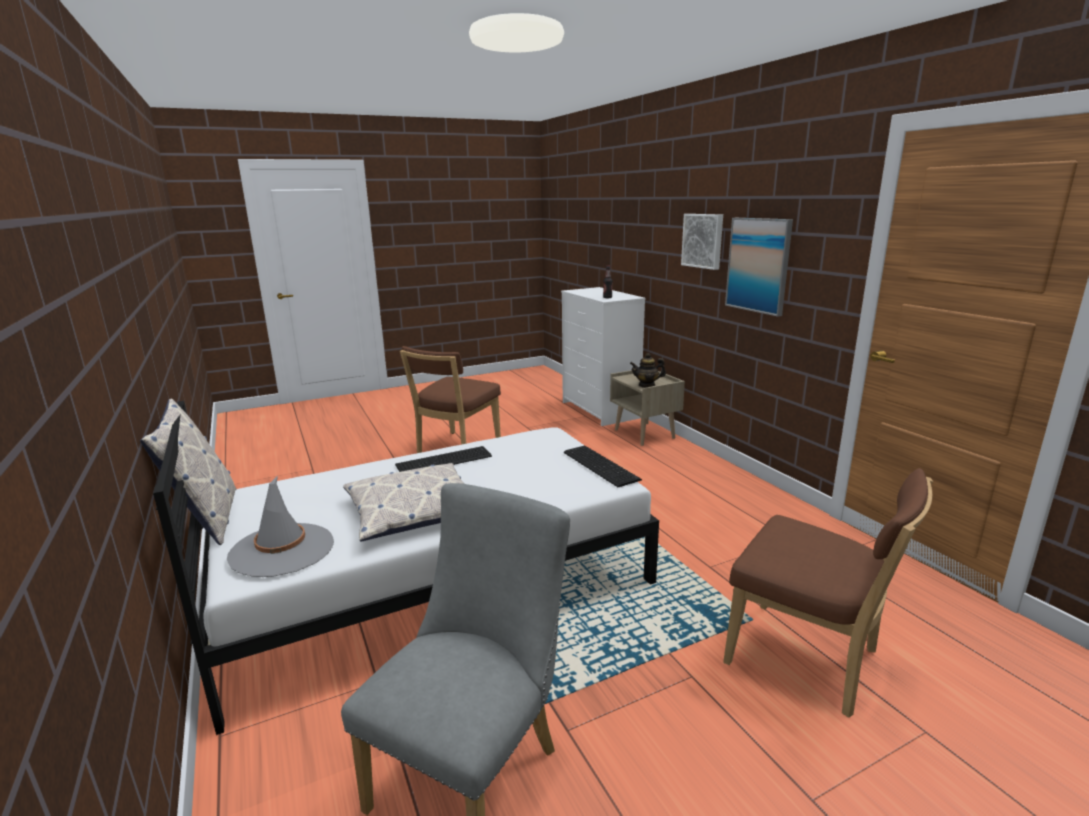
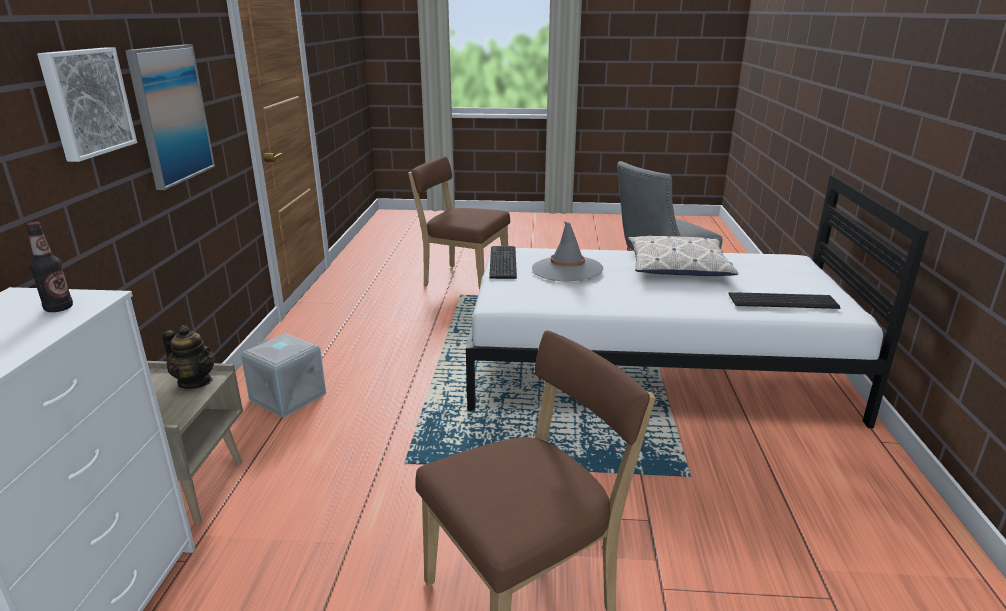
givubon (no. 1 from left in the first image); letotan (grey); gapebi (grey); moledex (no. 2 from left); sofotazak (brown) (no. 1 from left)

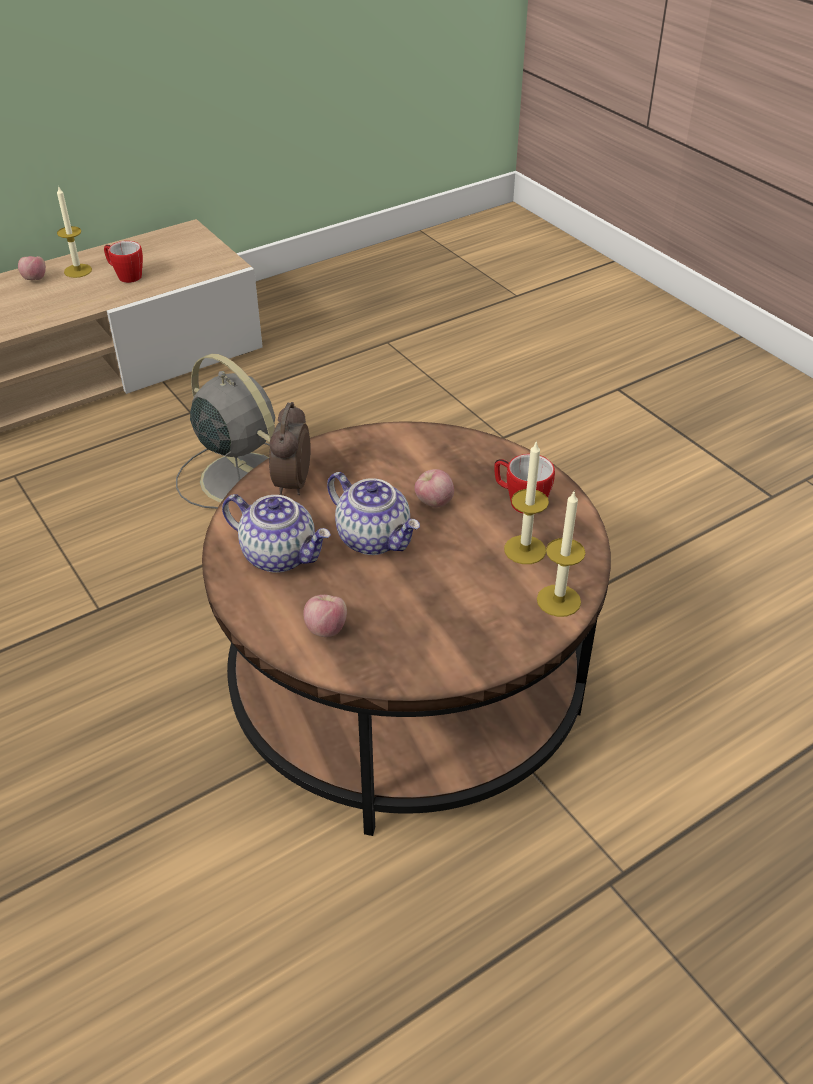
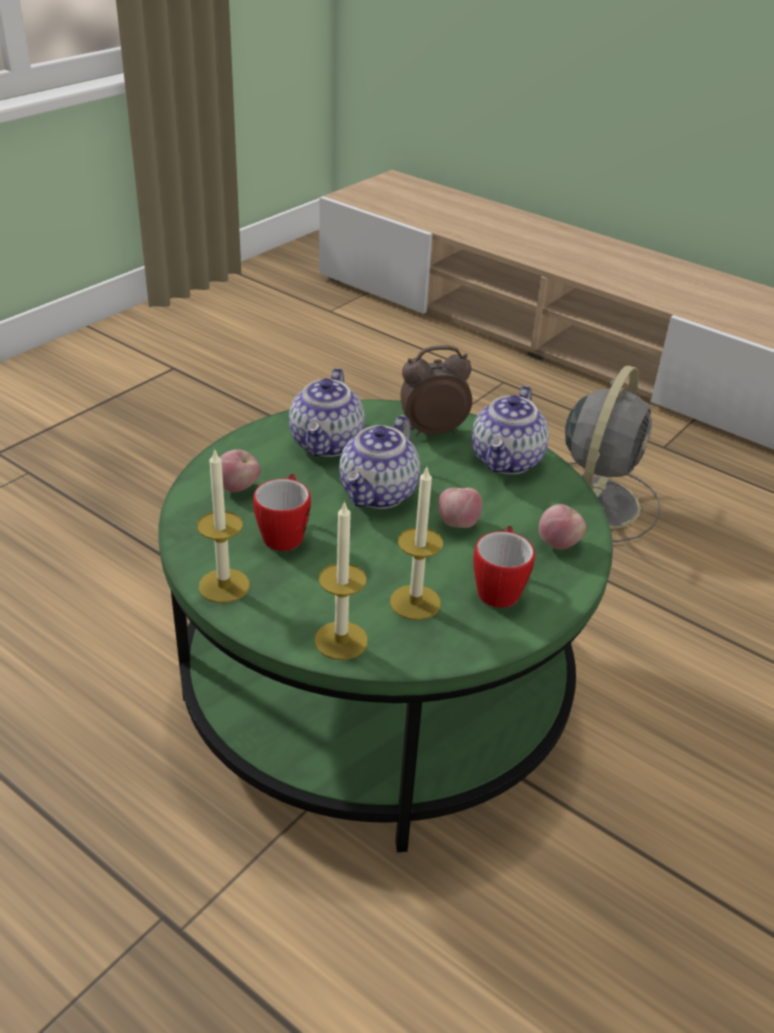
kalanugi (no. 3 from left); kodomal (no. 3 from left); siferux (no. 1 from left); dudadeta (no. 1 from left); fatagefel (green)

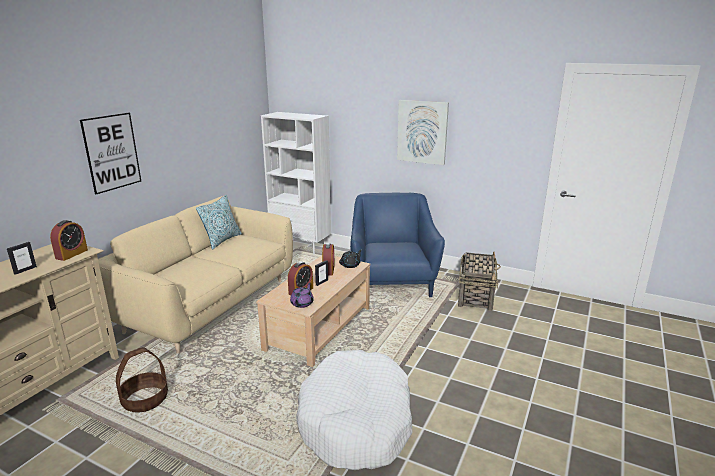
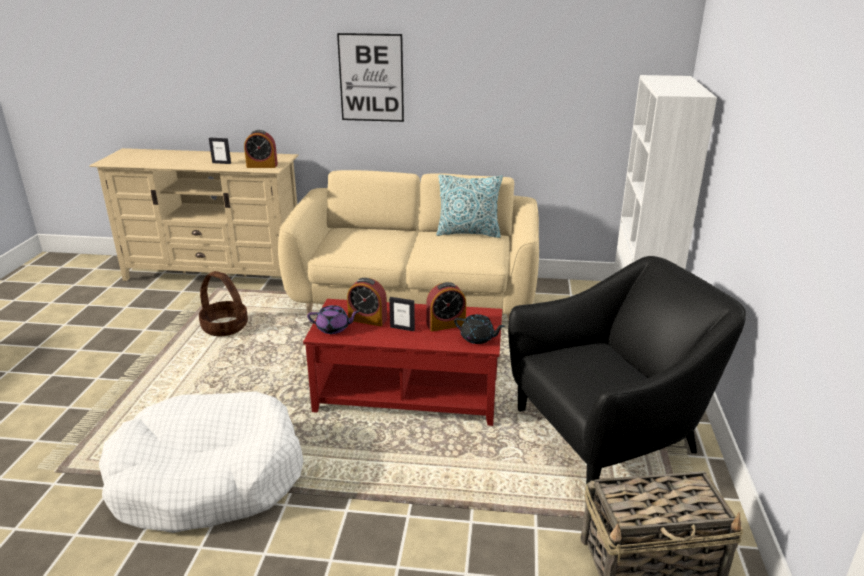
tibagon (no. 2 from left in the first image); fatagefel (red); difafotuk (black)

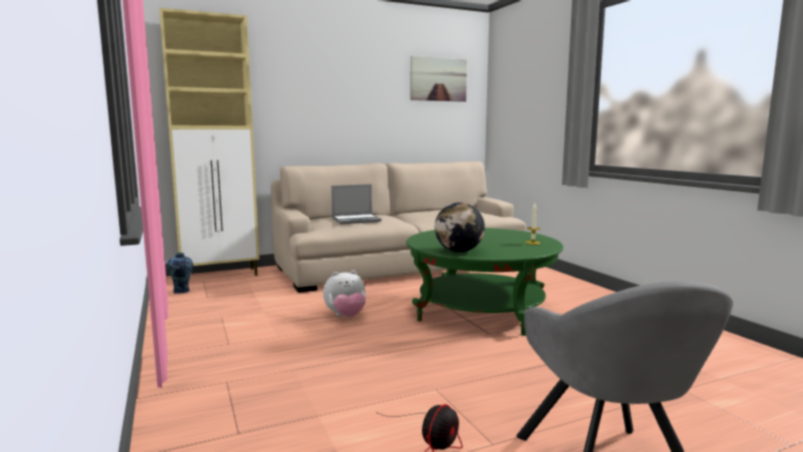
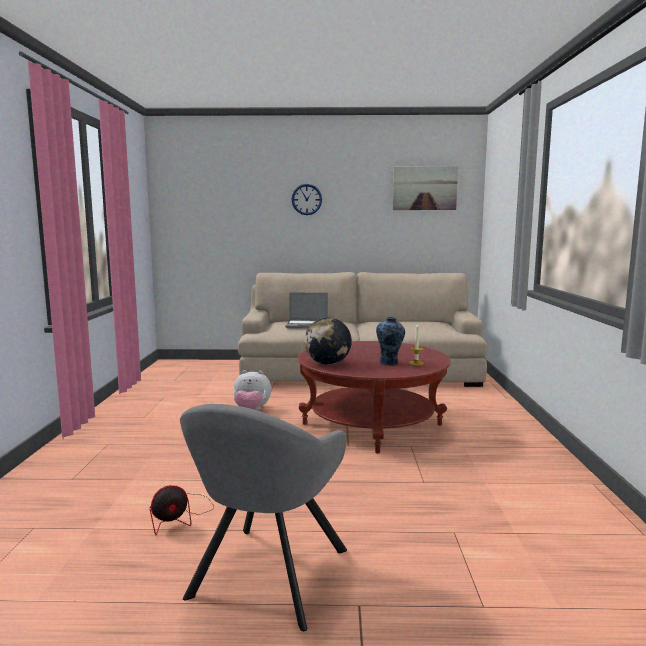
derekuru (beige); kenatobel; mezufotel; fatagefel (red)

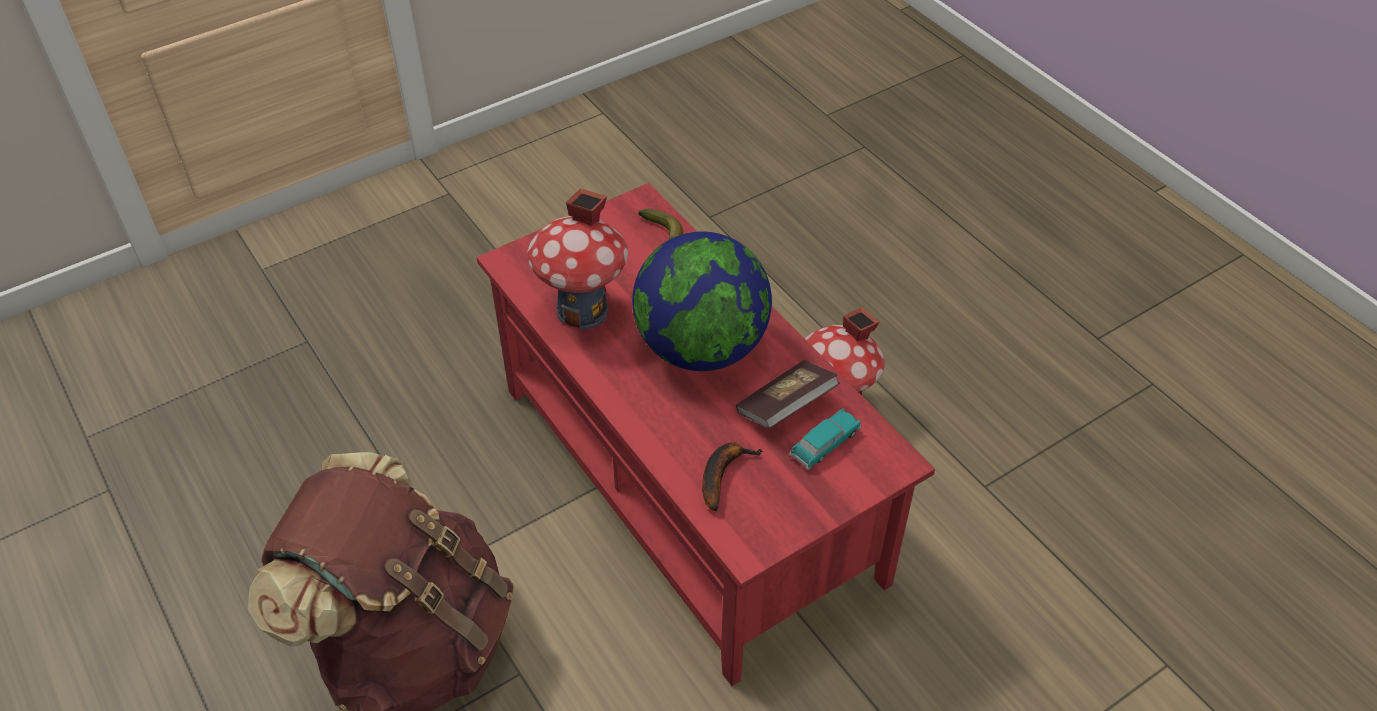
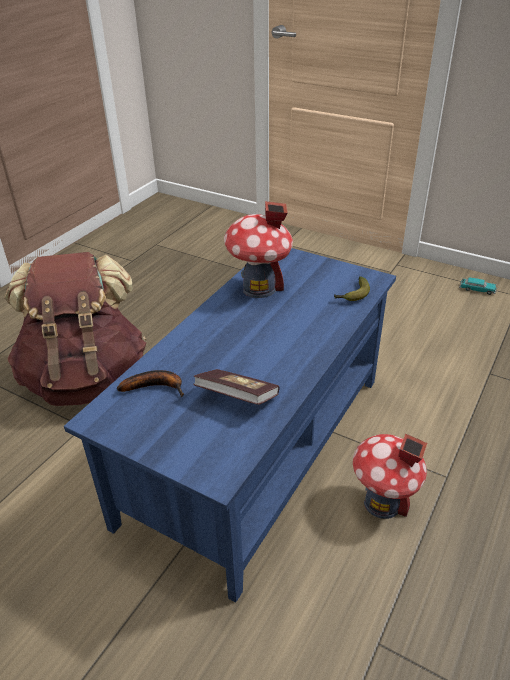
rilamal; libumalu; fatagefel (blue)

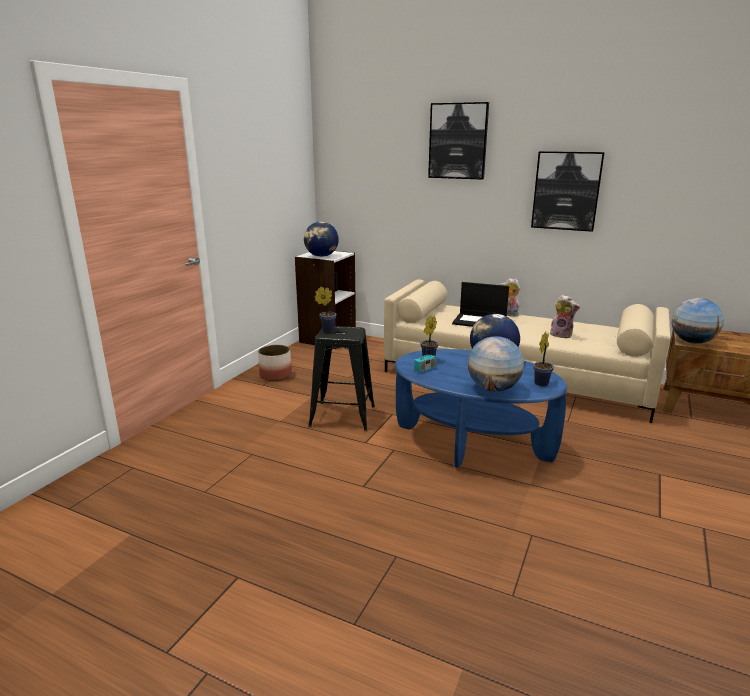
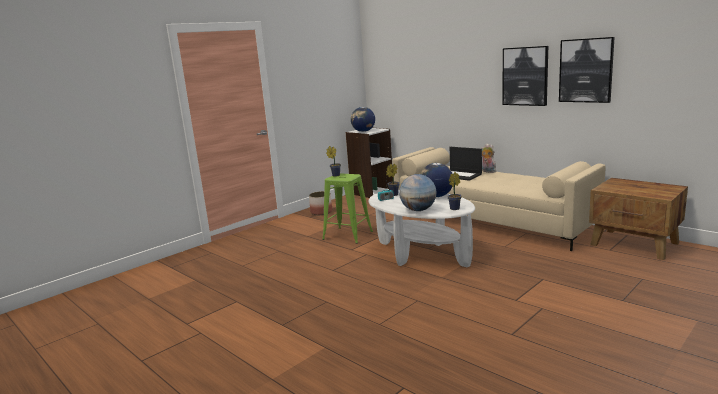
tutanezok (no. 2 from left in the first image); rilamal (no. 4 from left in the first image); tibagon (no. 2 from left); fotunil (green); fatagefel (white)

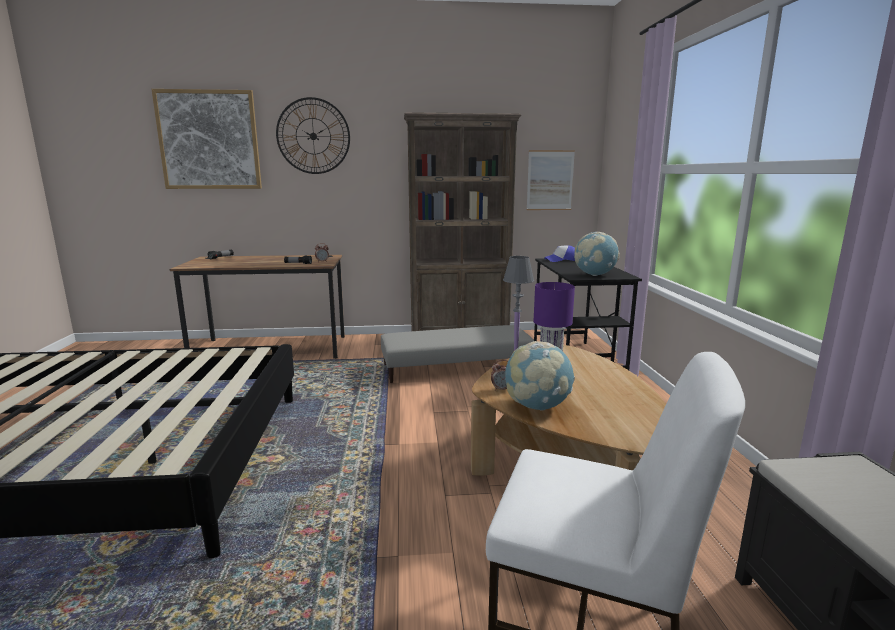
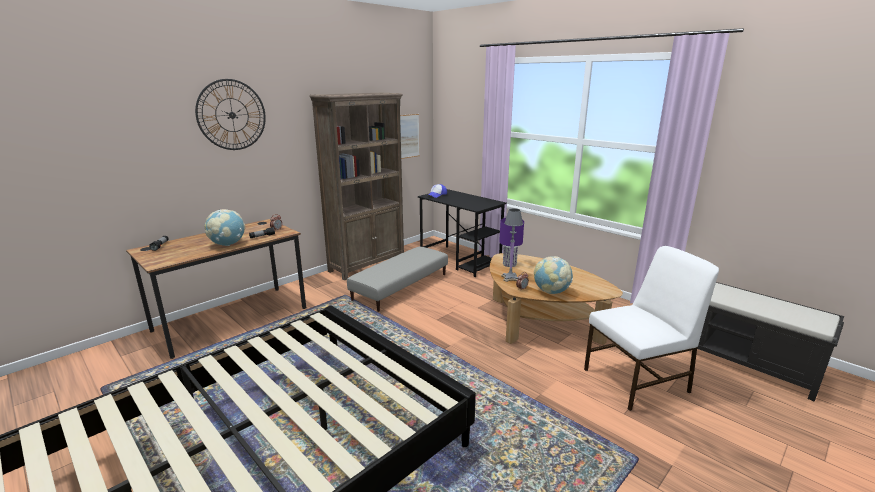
tibagon (no. 1 from left in the first image); rilamal (no. 1 from left)

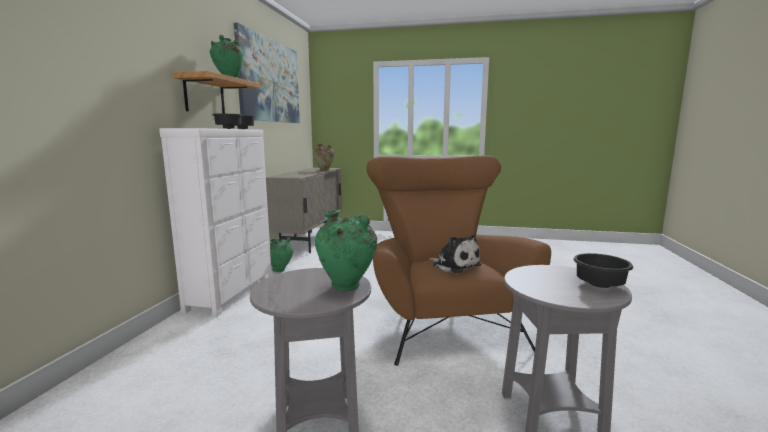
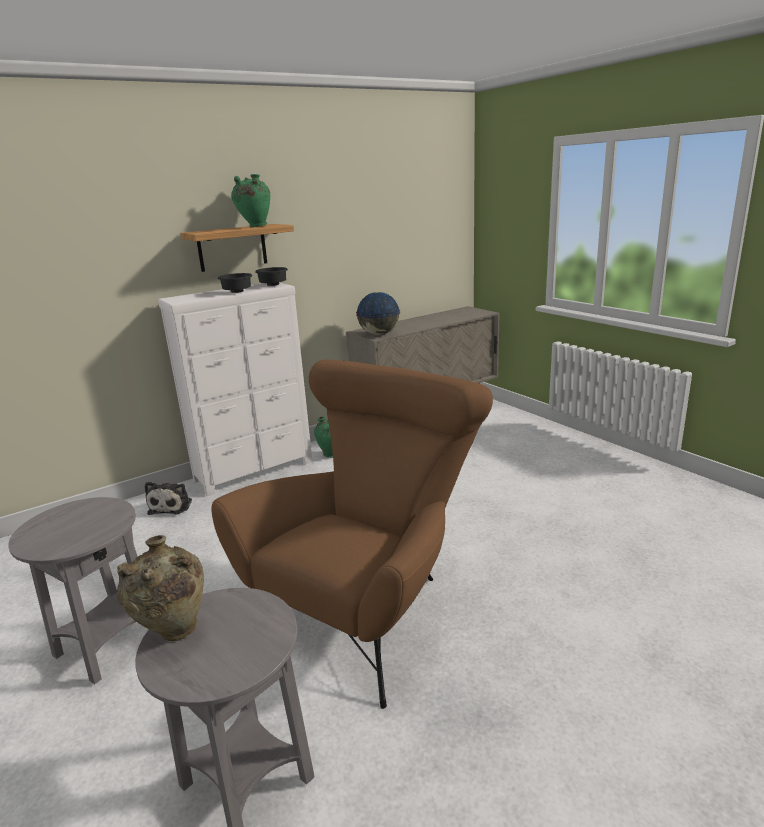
tibagon; mezufotel (green) (no. 3 from left in the first image); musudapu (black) (no. 3 from left in the first image); rilamal; mezufotel (beige); tutanezok

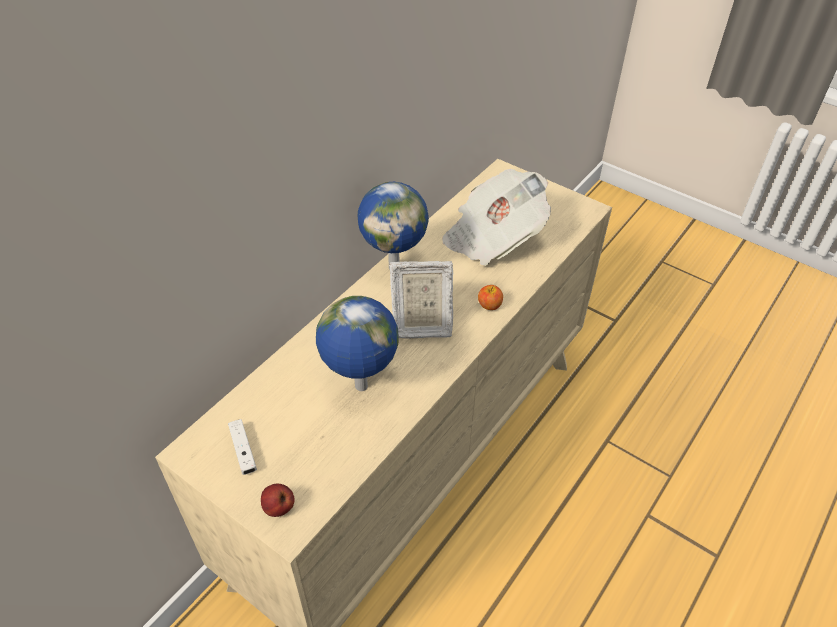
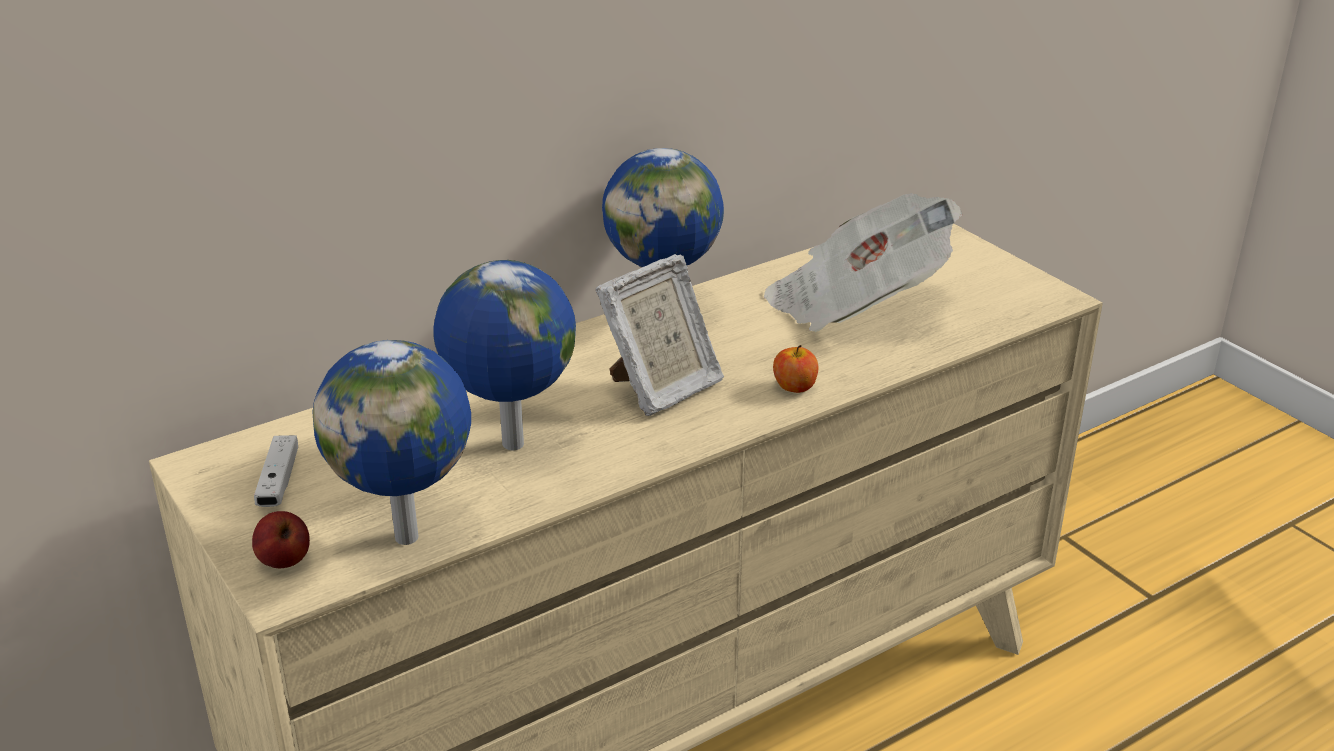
rilamal (no. 1 from left); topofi

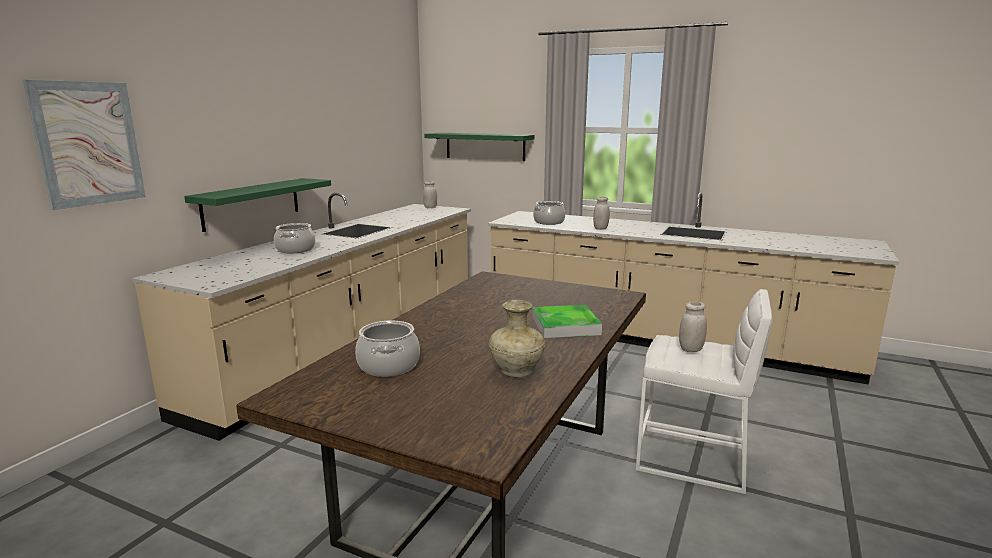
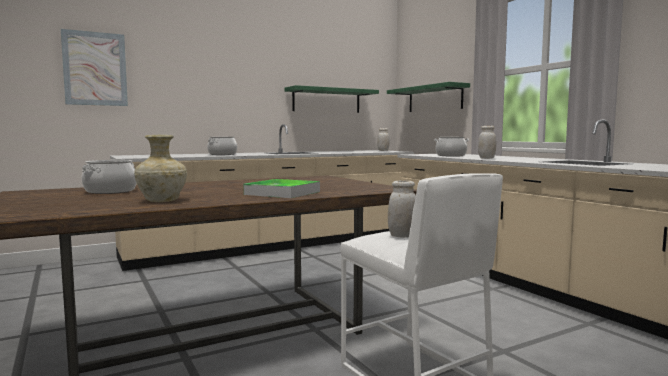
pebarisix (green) (no. 1 from left)

